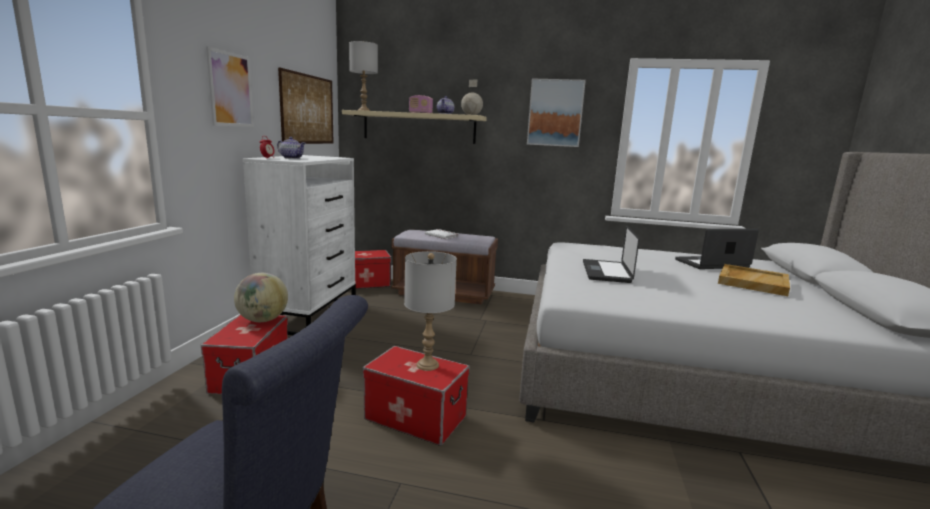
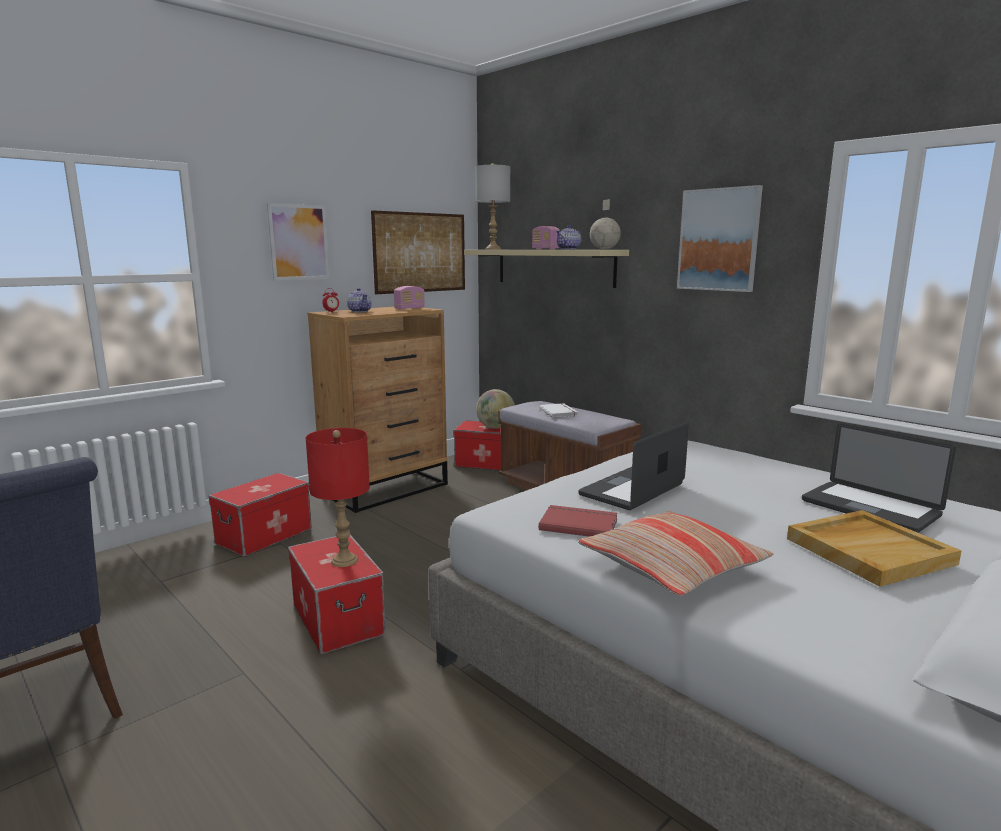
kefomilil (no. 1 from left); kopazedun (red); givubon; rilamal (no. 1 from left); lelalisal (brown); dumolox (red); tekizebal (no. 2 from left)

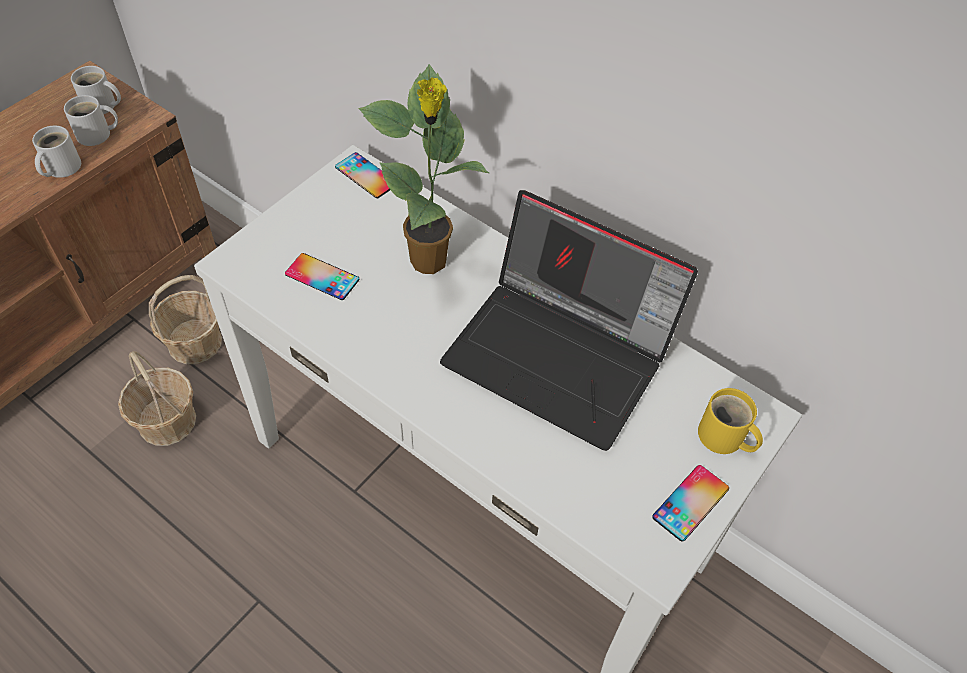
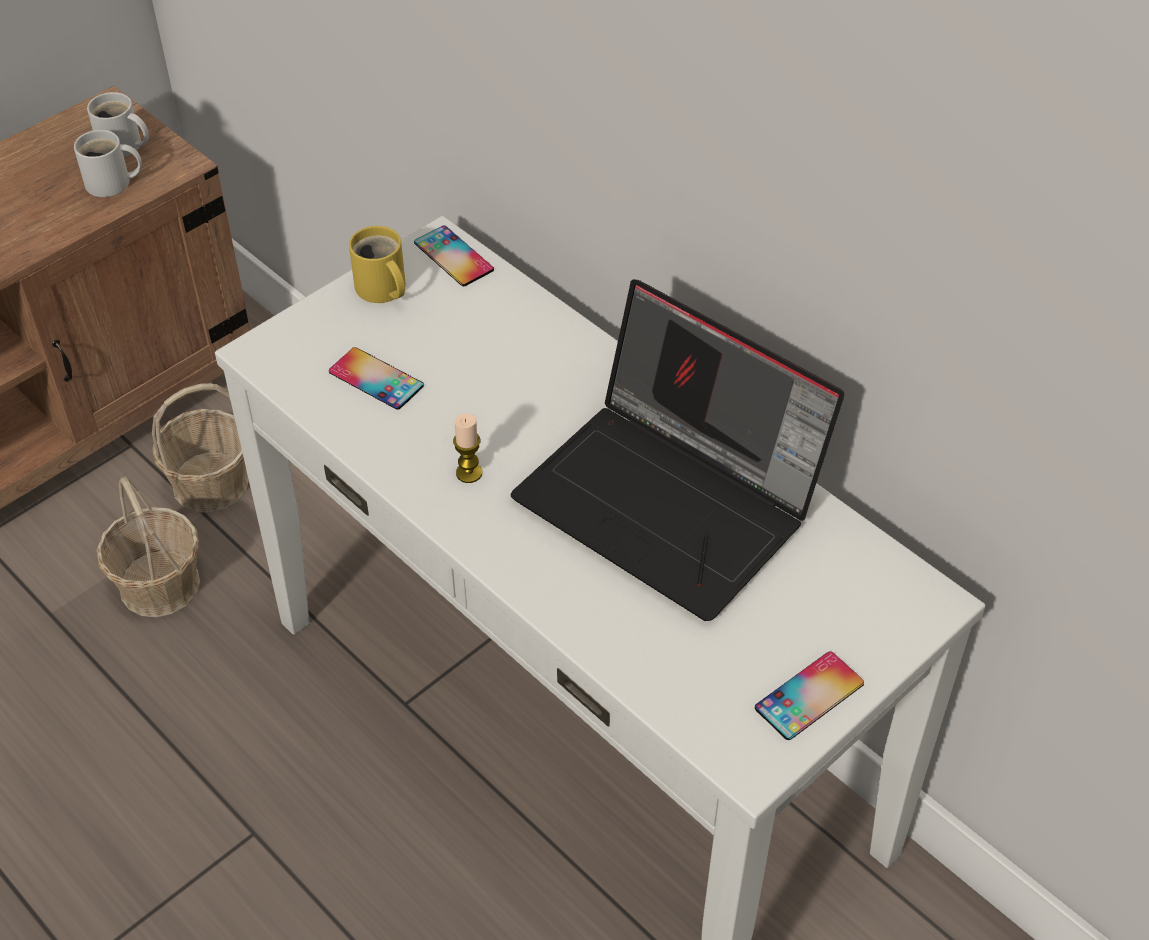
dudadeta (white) (no. 1 from left in the first image); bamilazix; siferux; dudadeta (yellow)

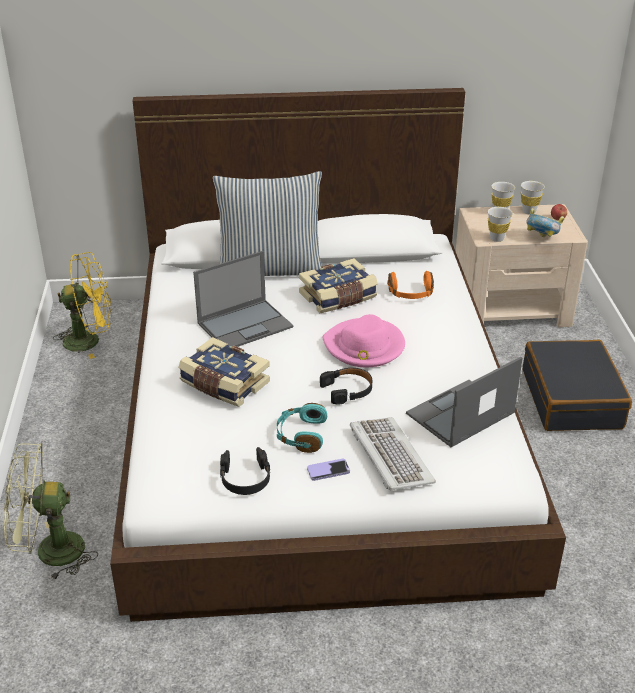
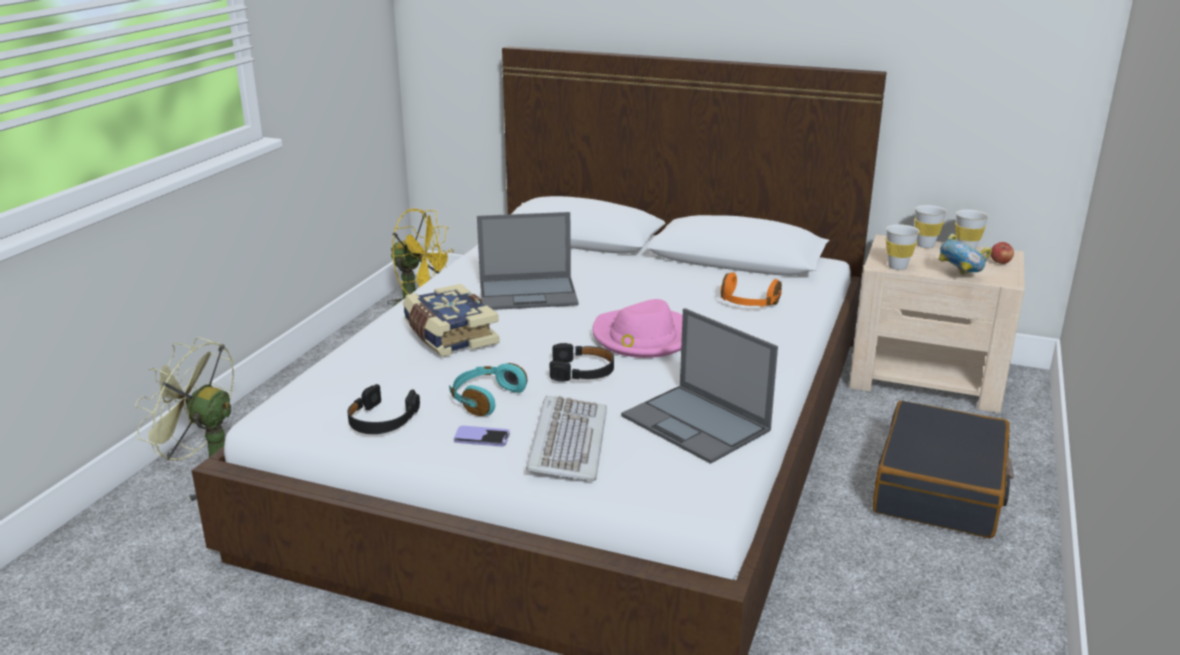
givubon; kopazedun (no. 2 from left in the first image); tekizebal (no. 2 from left)

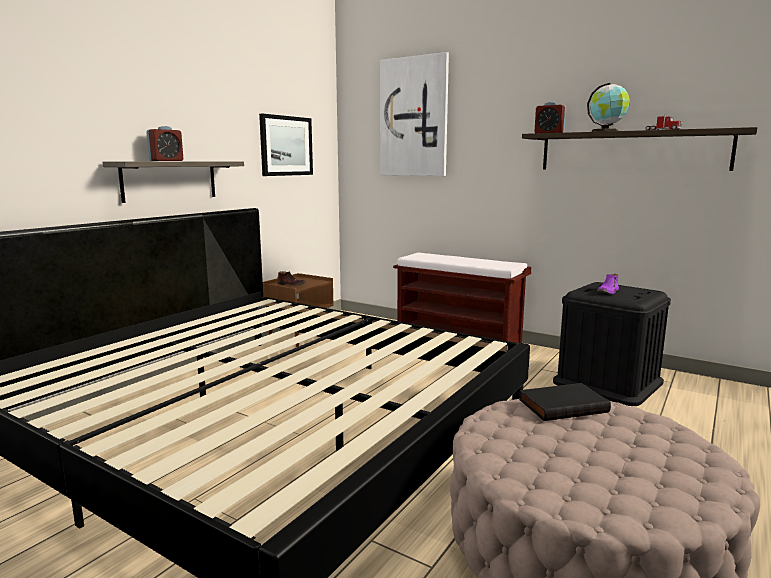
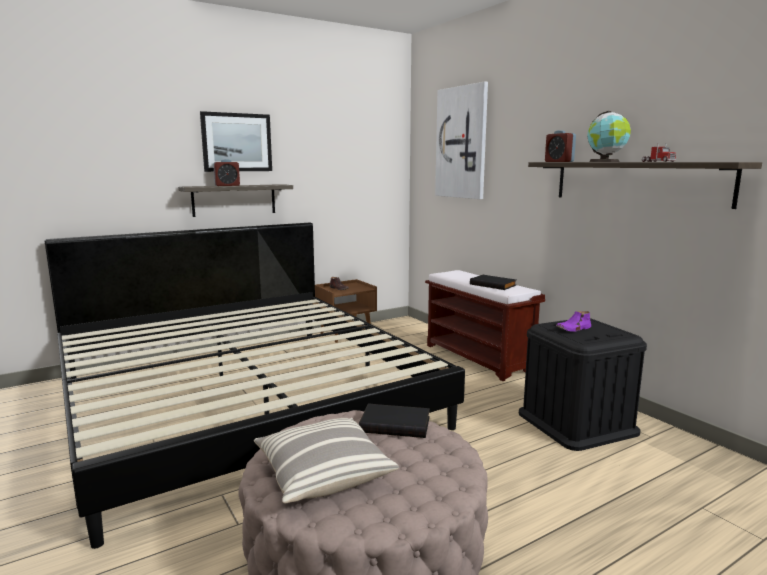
givubon; kopazedun (black) (no. 2 from left); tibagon (no. 1 from left)

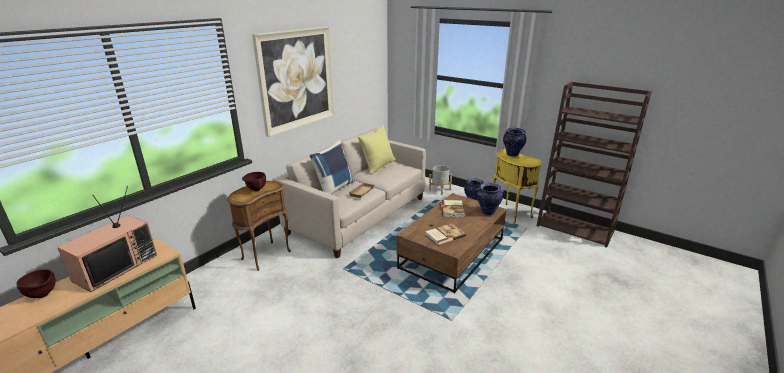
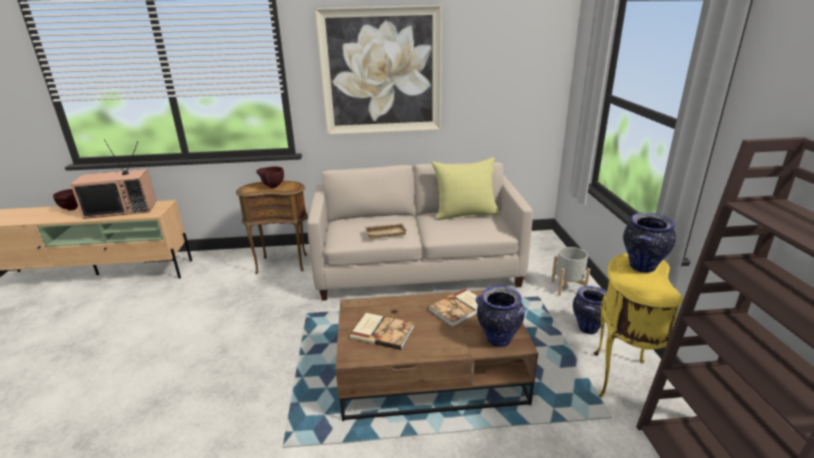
givubon (blue)

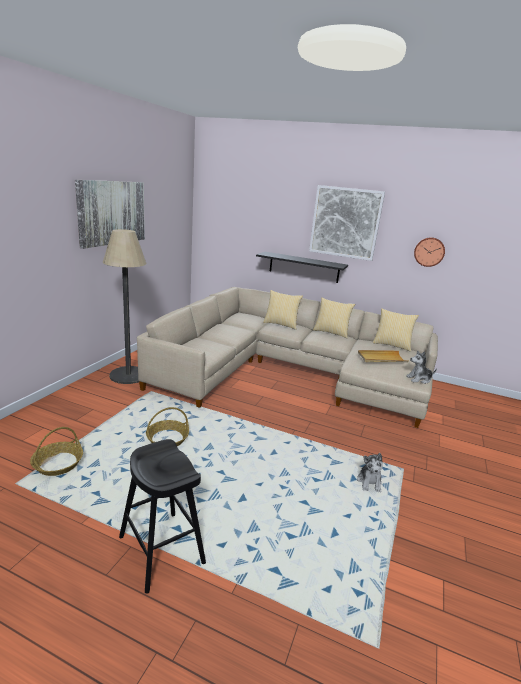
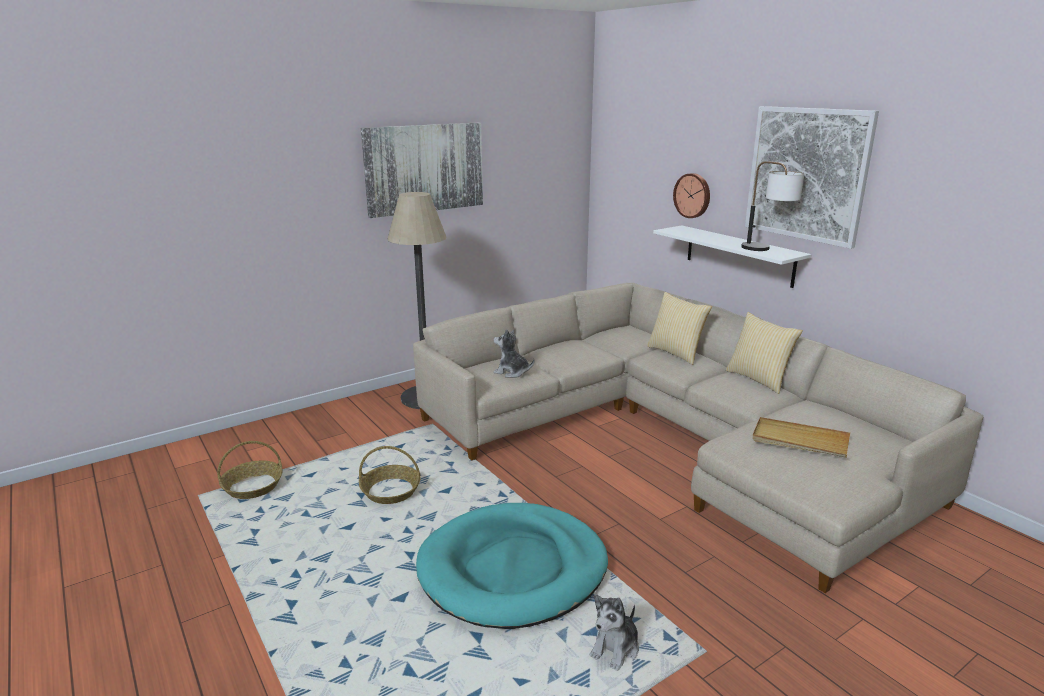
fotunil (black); givubon (no. 3 from left in the first image); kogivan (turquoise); dumolox; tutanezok (no. 1 from left); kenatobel; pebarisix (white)

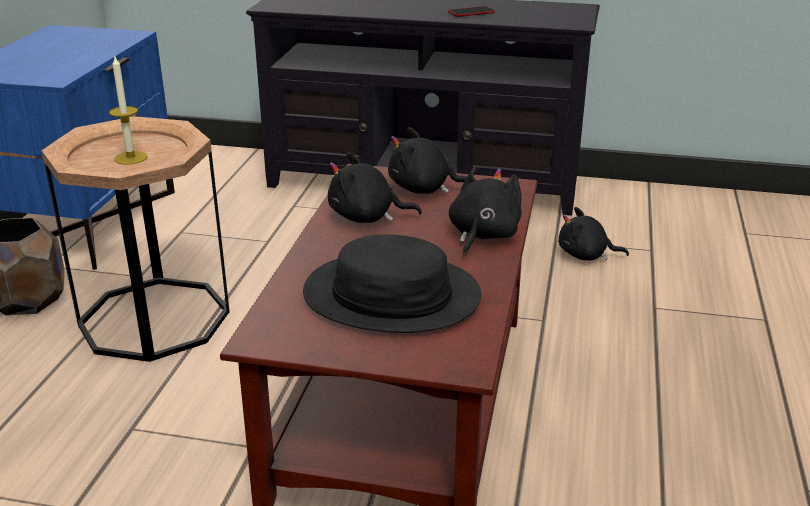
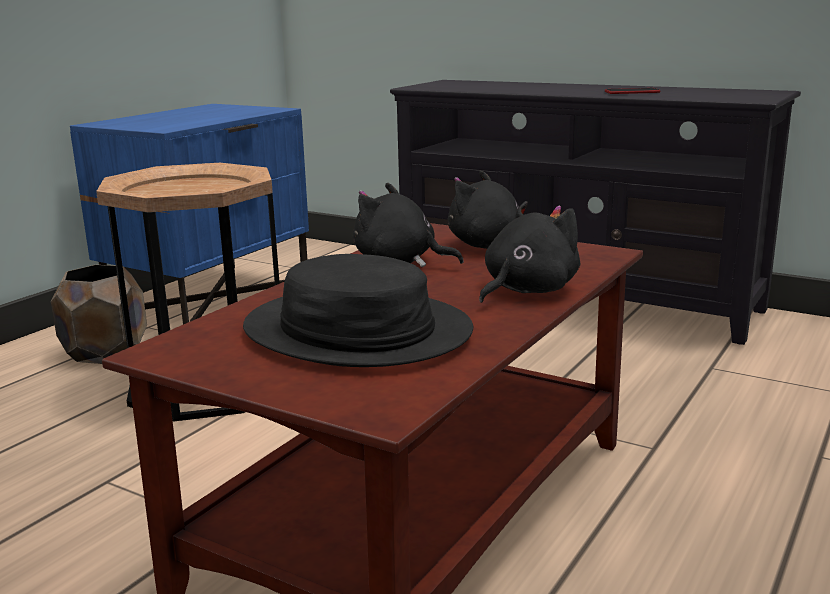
siferux; tutanezok (black) (no. 4 from left in the first image)

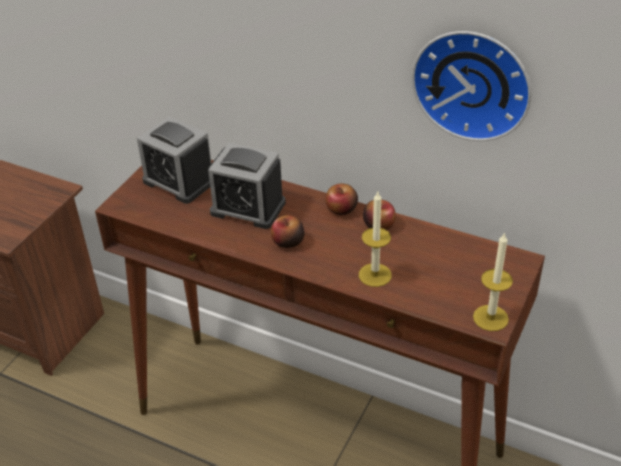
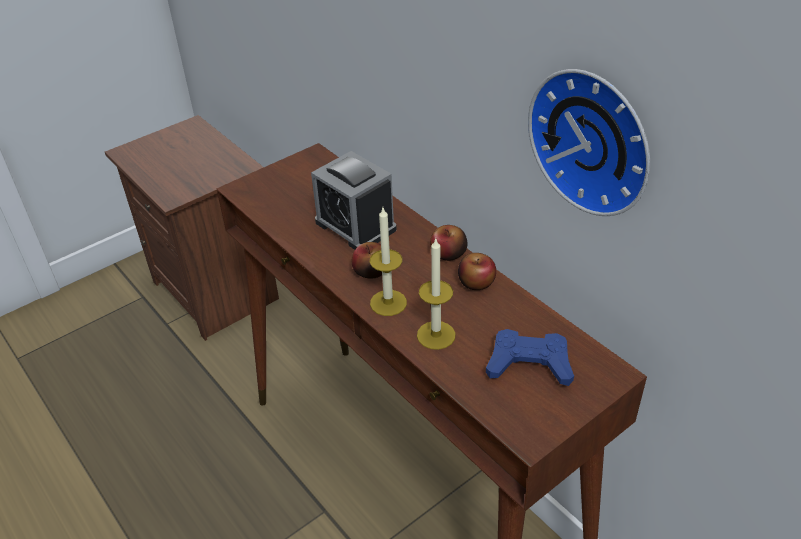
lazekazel (no. 1 from left in the first image); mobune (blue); siferux (no. 1 from left)

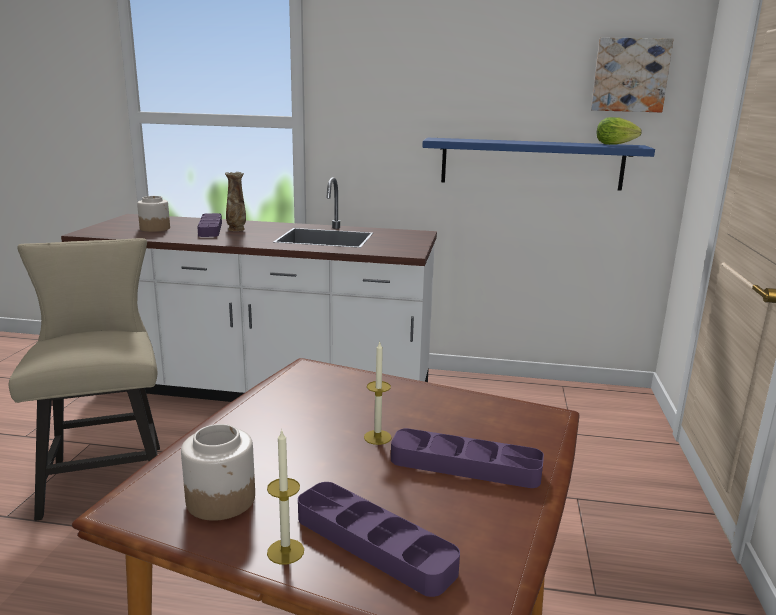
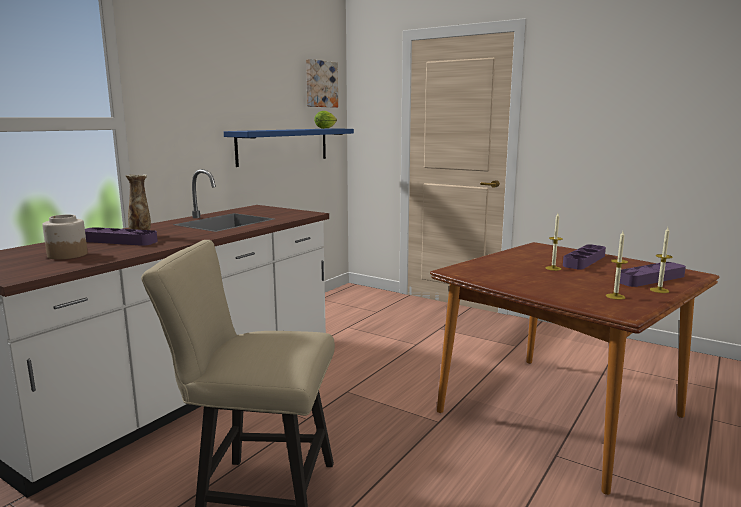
siferux (no. 2 from left)

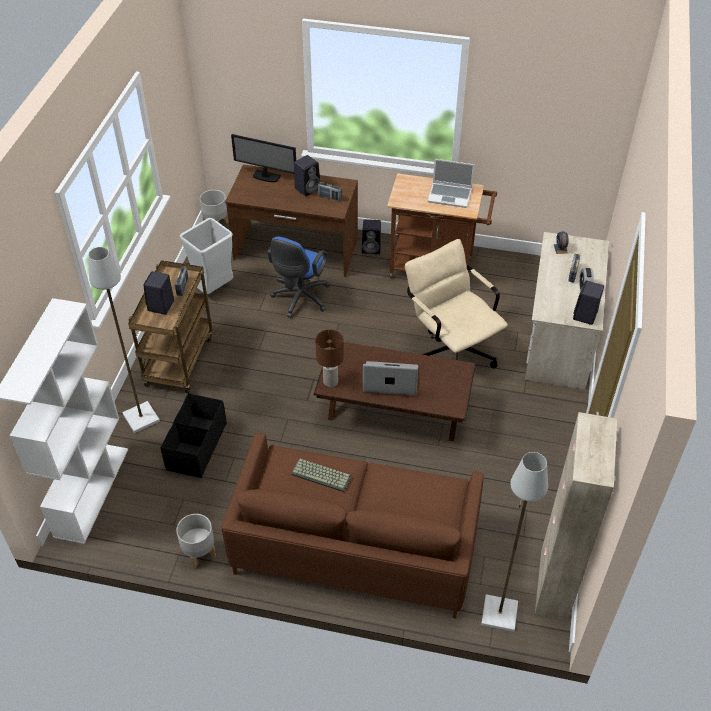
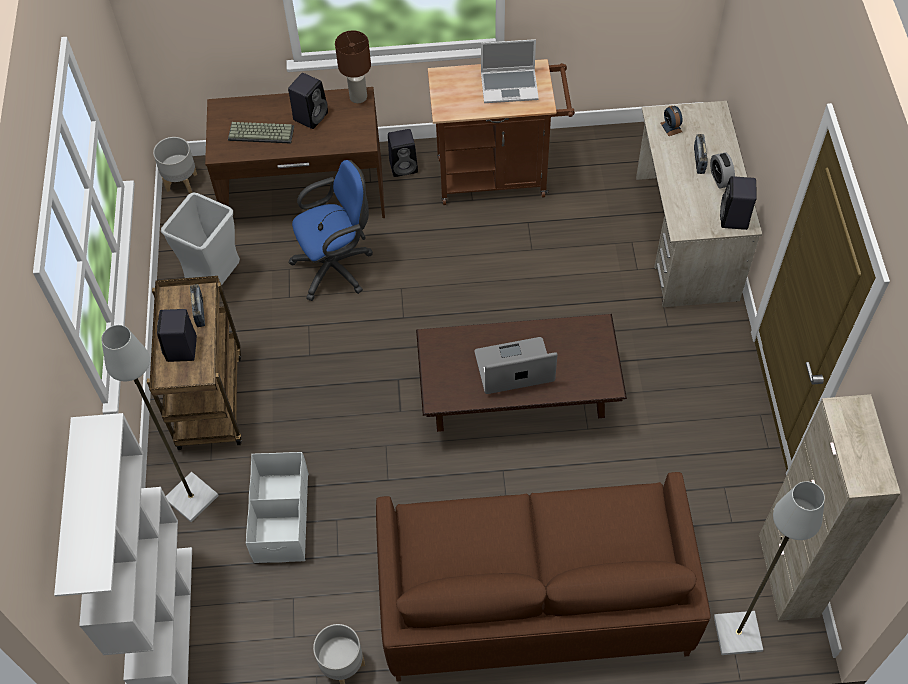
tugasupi; kefomilil (no. 2 from left in the first image); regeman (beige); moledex; dumolox (brown); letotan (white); regeman (blue)

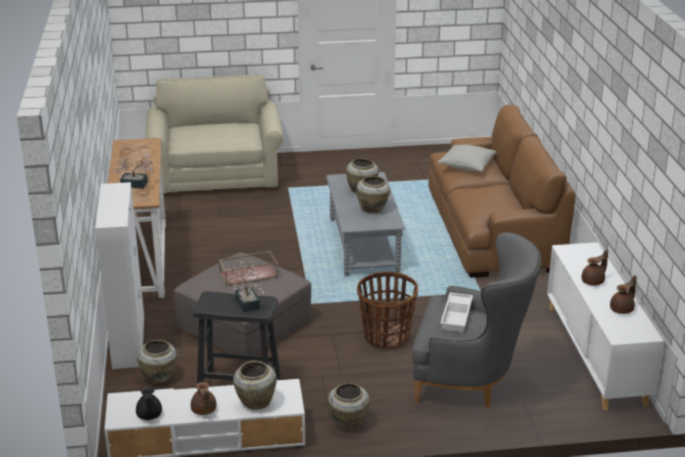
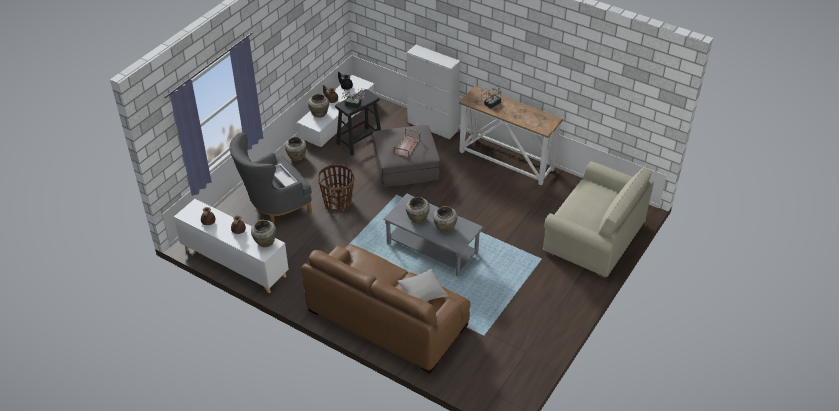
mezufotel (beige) (no. 1 from left)

